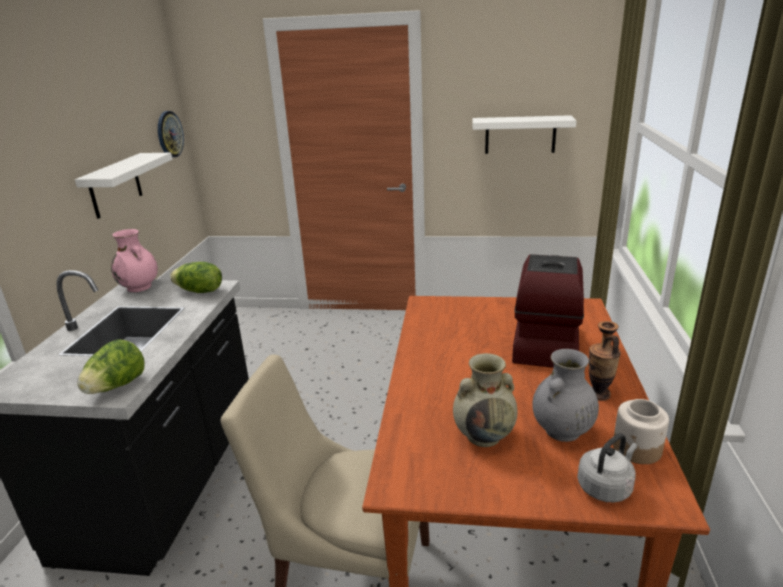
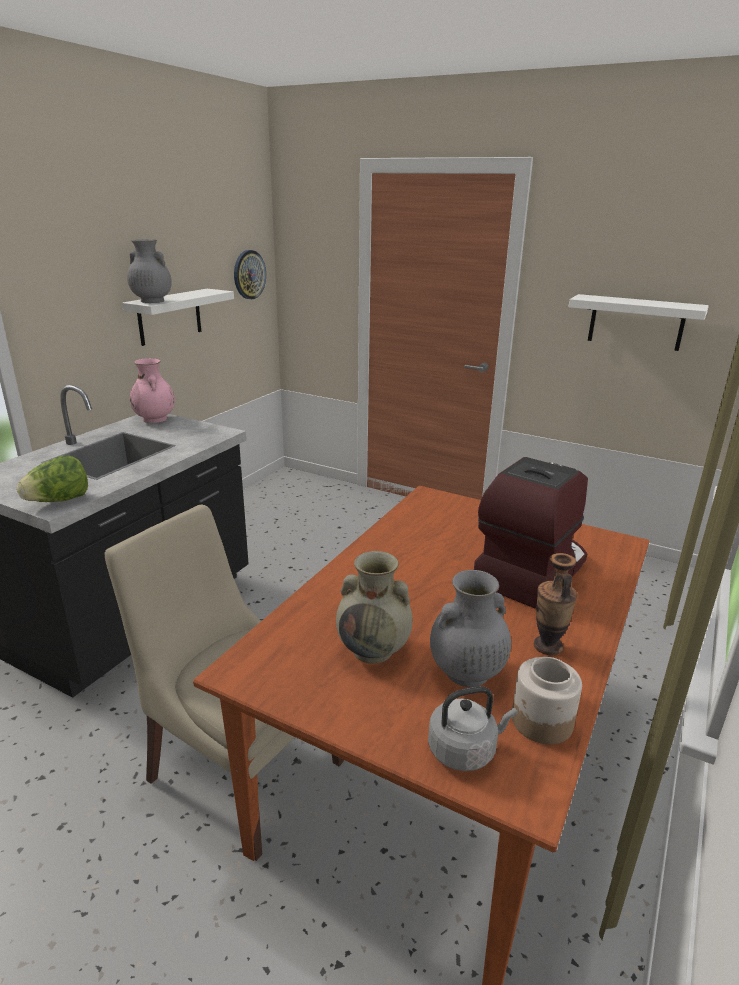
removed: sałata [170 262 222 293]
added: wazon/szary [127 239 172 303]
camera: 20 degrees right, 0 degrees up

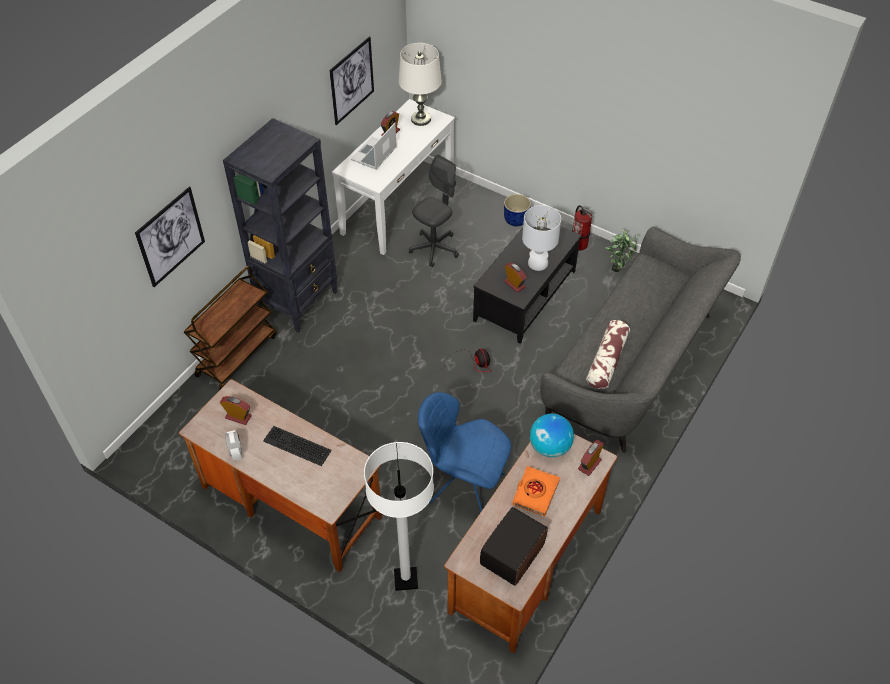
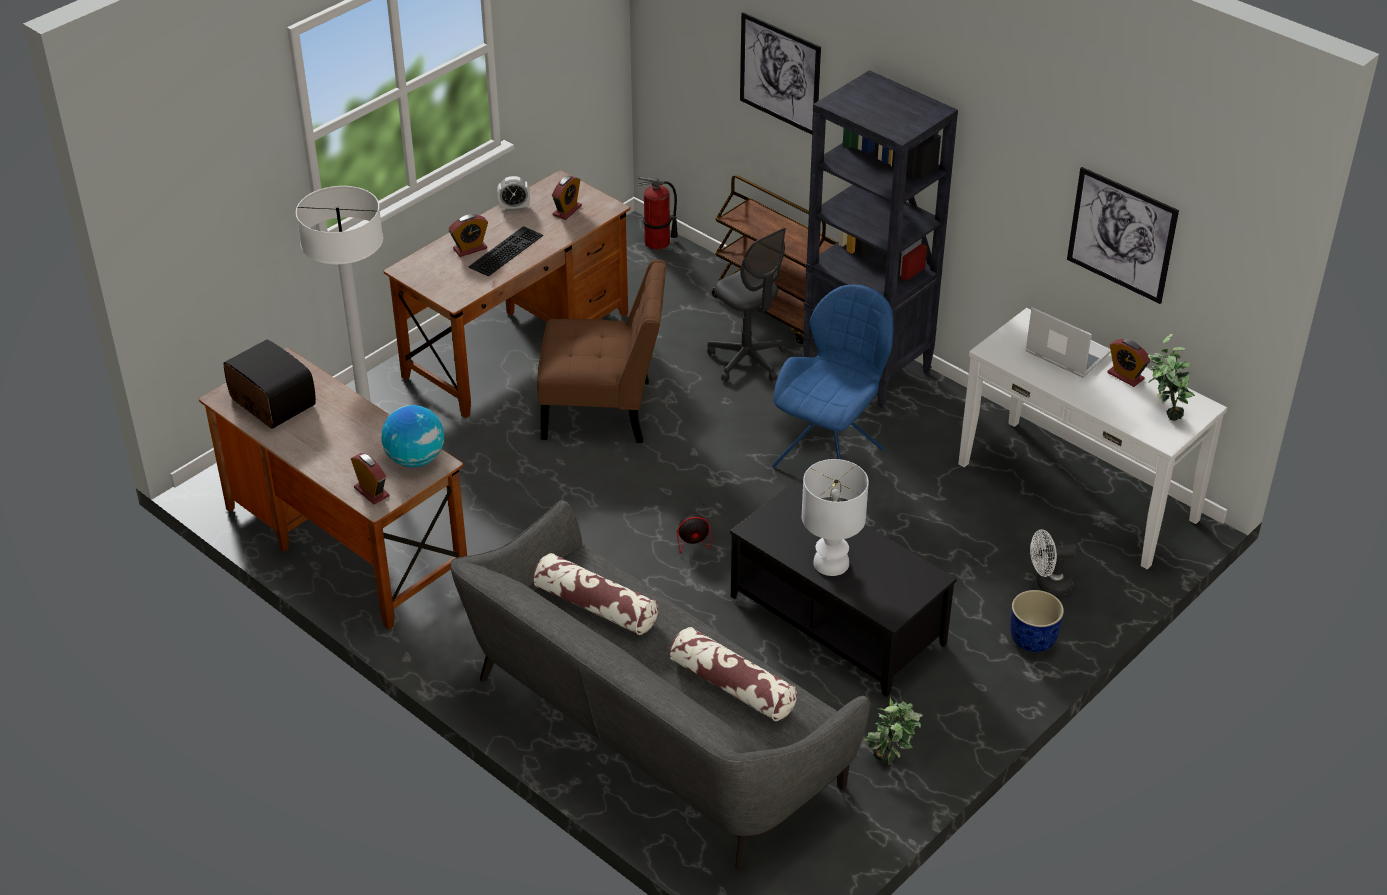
removed: książka/pomarańczowy [512 466 560 516]
added: krzesło/brązowy [537 260 666 443]; poduszka [670 627 797 721]; wentylator/biały [1030 529 1077 596]
moved: krzesło biurowe/szary [409 154 459 267] to [707 228 787 382]; krzesło/niebieski [418 392 511 512] to [772 285 893 467]; budzik [504 263 527 292] to [448 214 488 257]; gaśnica [572 205 592 251] to [637 176 678 250]
replaced: lampa stołowa/biały [399 43 442 126] to roślina doniczkowa [1148 334 1195 421]
camera: 100 degrees right, 10 degrees down

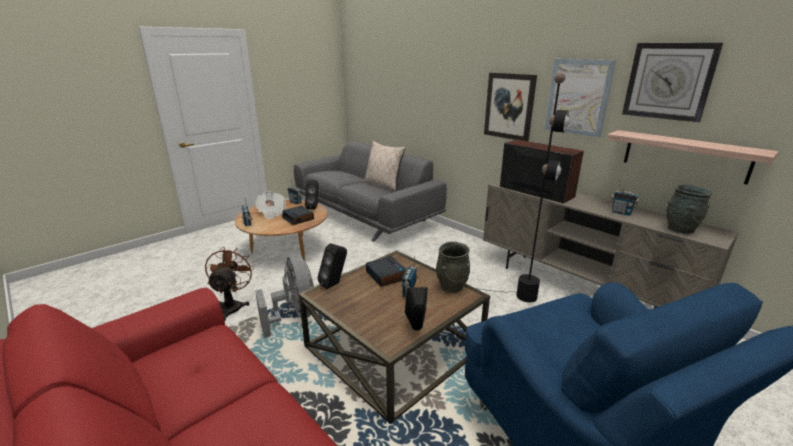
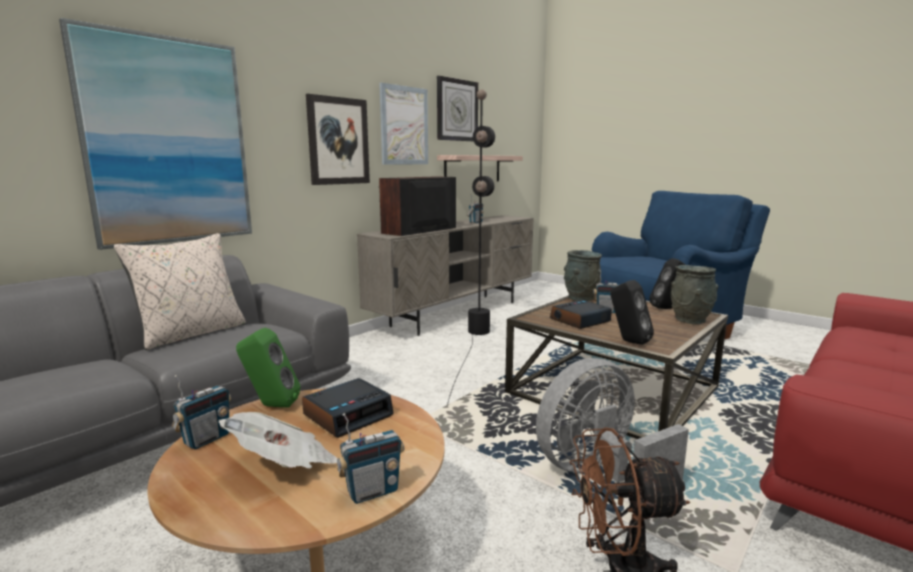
added: obraz [59 18 252 250]
moved: wazon/szary [666 185 712 234] to [671 265 718 324]
recoloured: głośnik/czarny [305 180 319 210] to głośnik/zielony [236 328 300 408]
camera: 95 degrees left, 10 degrees down

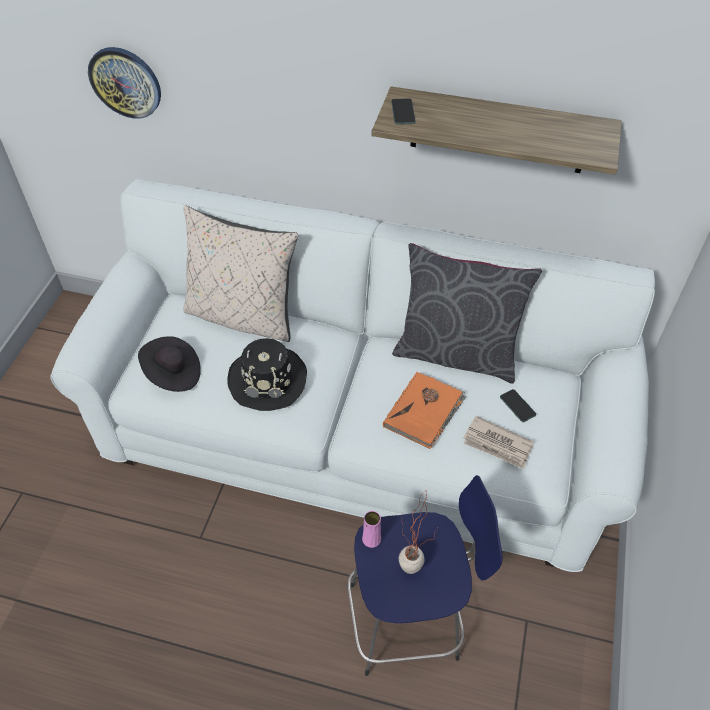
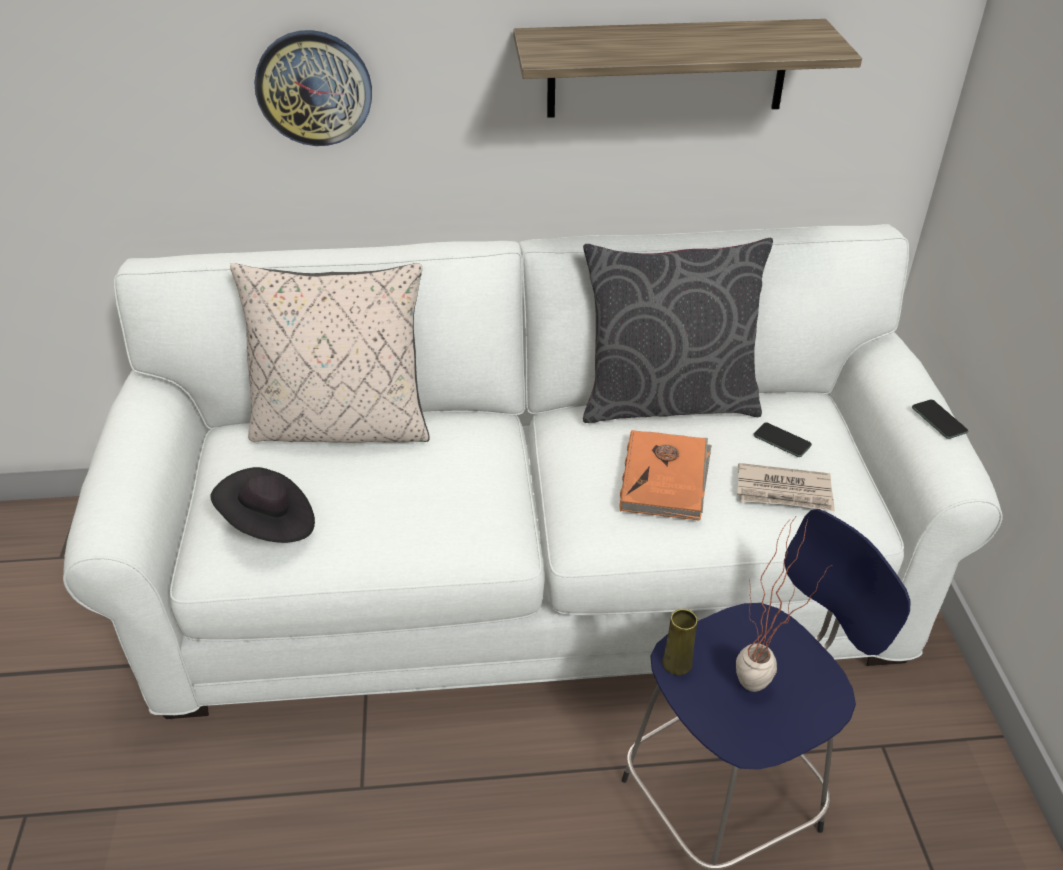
removed: kapelusz/czarny [227 338 307 411]
moved: zegar ścienny [88 47 161 119] to [254 30 372 146]; telefon [391 98 416 125] to [912 400 968 439]
recoloured: wazon/różowy [362 511 381 548] to wazon/żółty [662 609 698 675]
camera: 20 degrees left, 10 degrees down

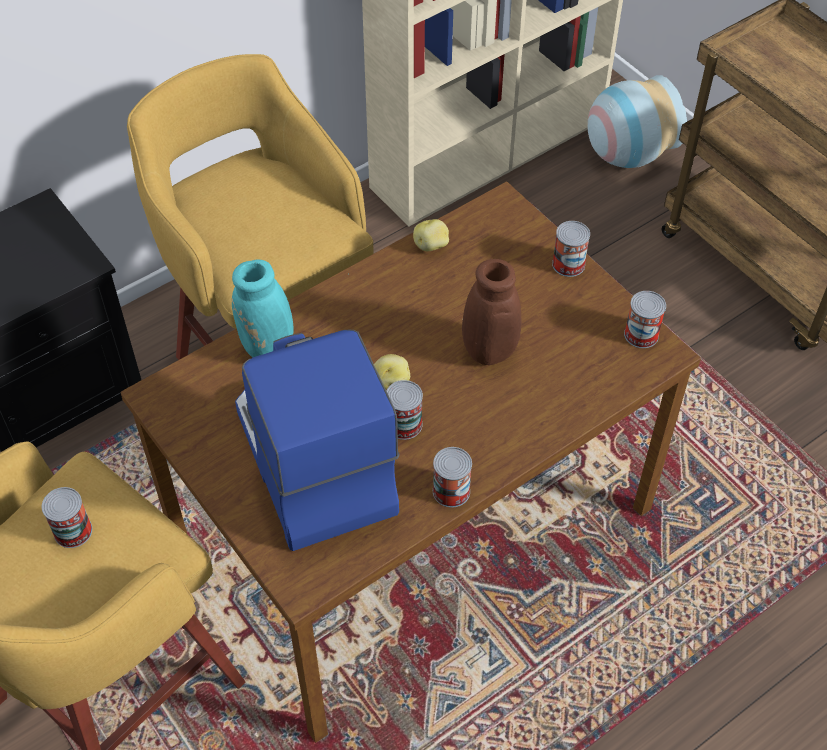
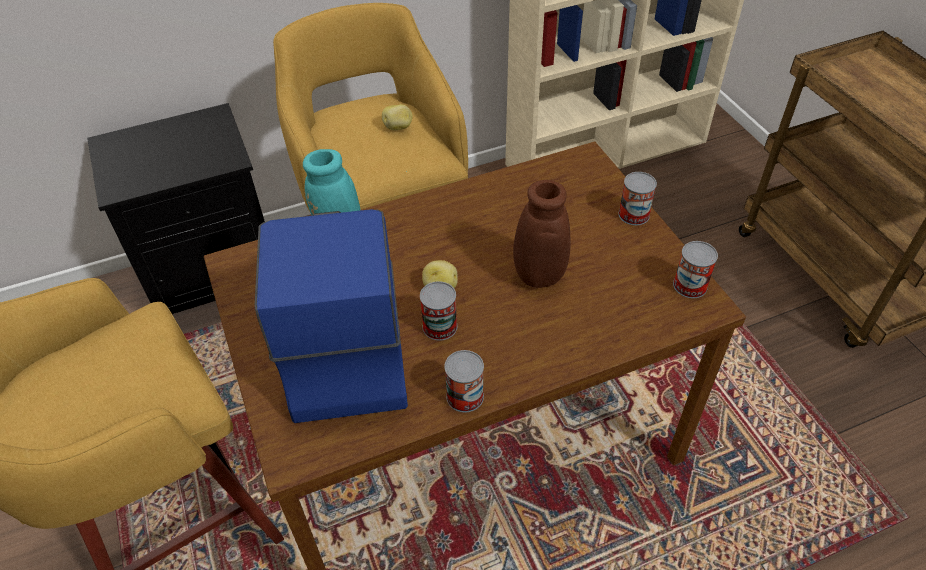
removed: puszka [42 487 92 548]; wazon [587 75 687 168]
moved: ziemniak [413 219 449 251] to [382 104 413 130]
camera: 15 degrees right, 5 degrees down

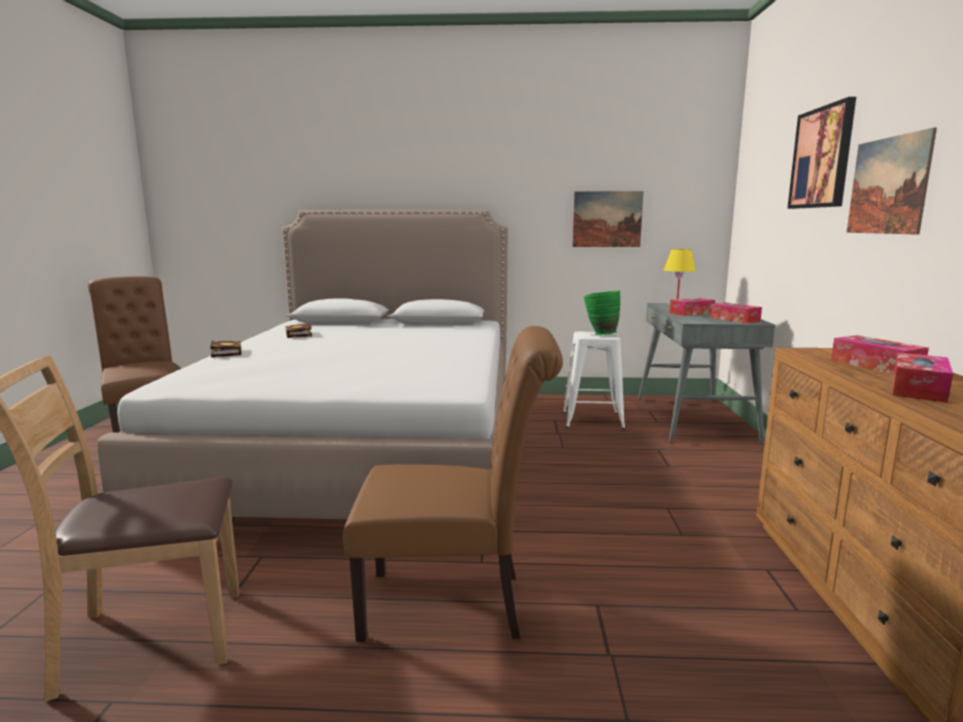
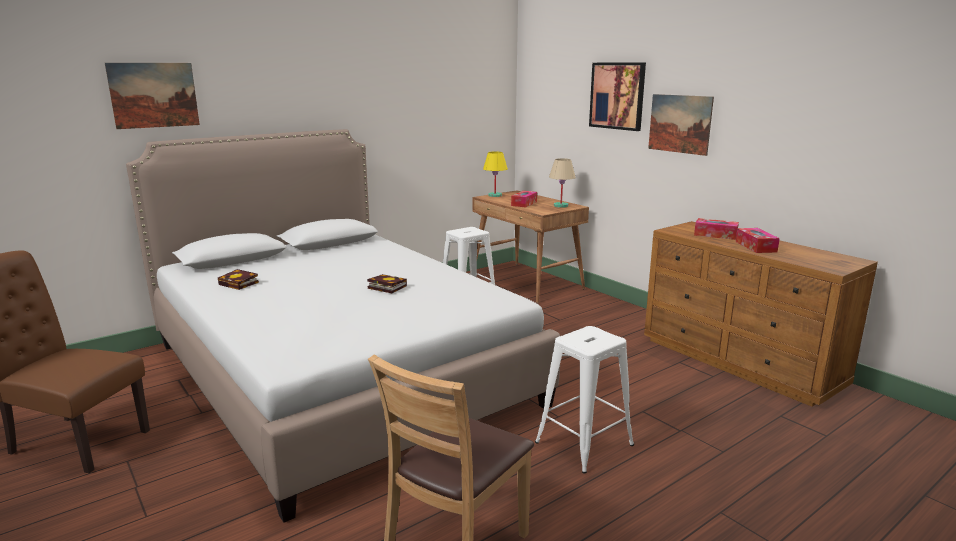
removed: wazon/zielony [584 291 620 335]
moved: książka [210 340 241 357] to [367 274 407 293]; obraz [573 191 643 247] to [105 63 200 129]
replaced: krzesło/brązowy [343 326 563 642] to stołek/biały [535 326 634 473]; pudełko chusteczek [710 302 762 324] to lampa stołowa/beżowy [549 158 576 208]
recoloured: biurko/szary [638 303 775 444] to biurko/brązowy [472 190 589 303]
camera: 40 degrees left, 5 degrees up

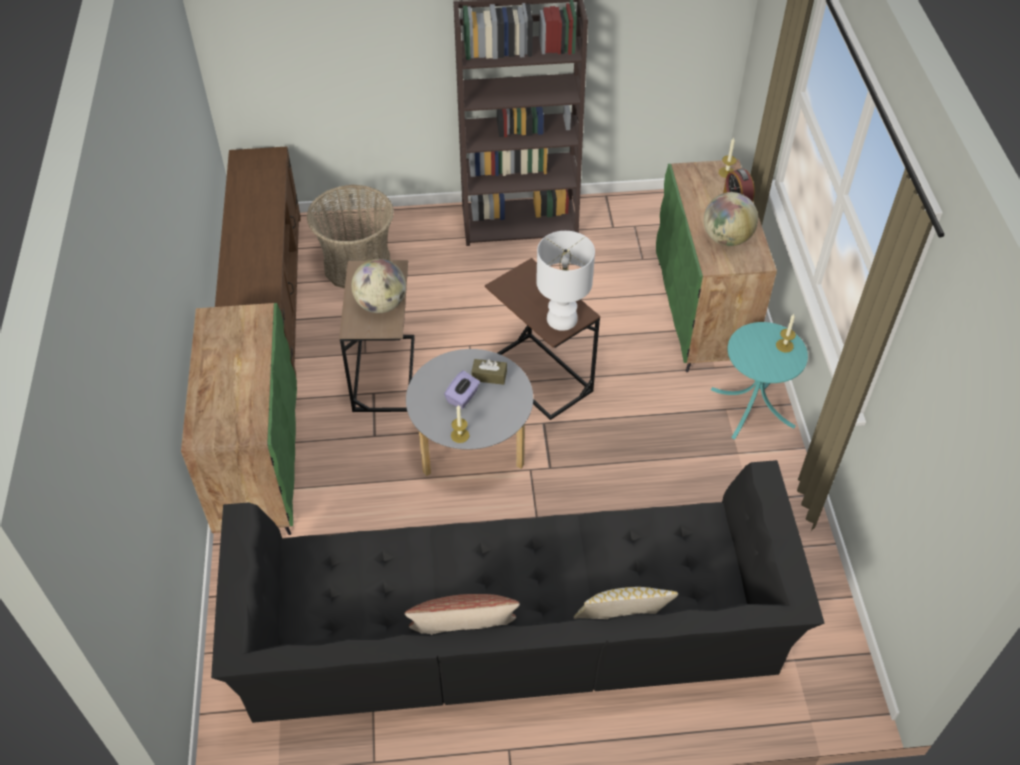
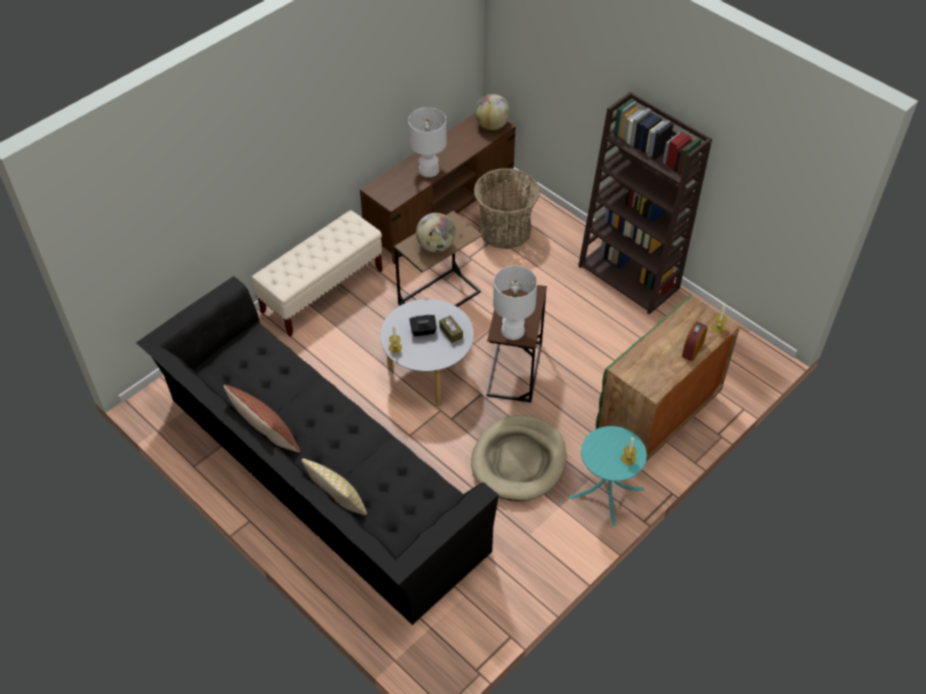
added: lampa stołowa/biały [408 107 447 177]; legowisko/beżowy [471 415 566 501]
moved: globus [704 192 758 246] to [475 94 510 130]
replaced: szafka/zielony [181 303 297 535] to ławka/beżowy [252 210 383 337]
recoloured: pudełko chusteczek/fioletowy [444 370 480 409] to pudełko chusteczek/czarny [409 315 437 336]
camera: 50 degrees right, 0 degrees up

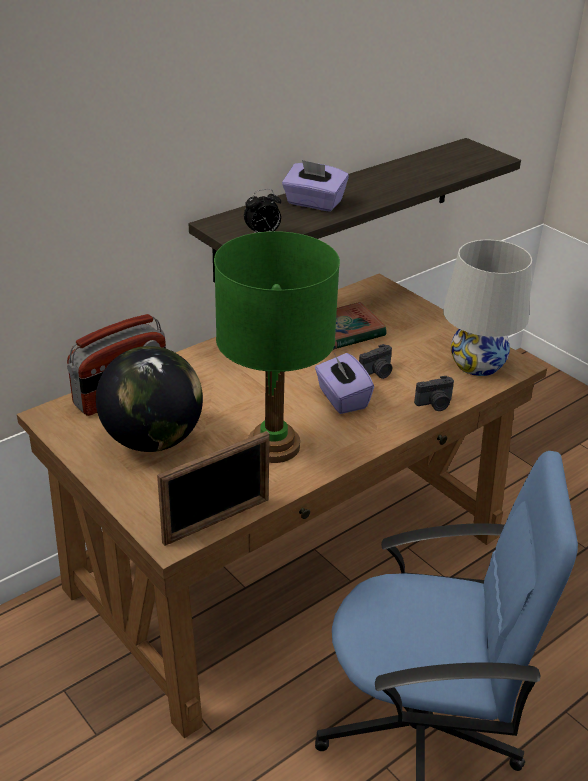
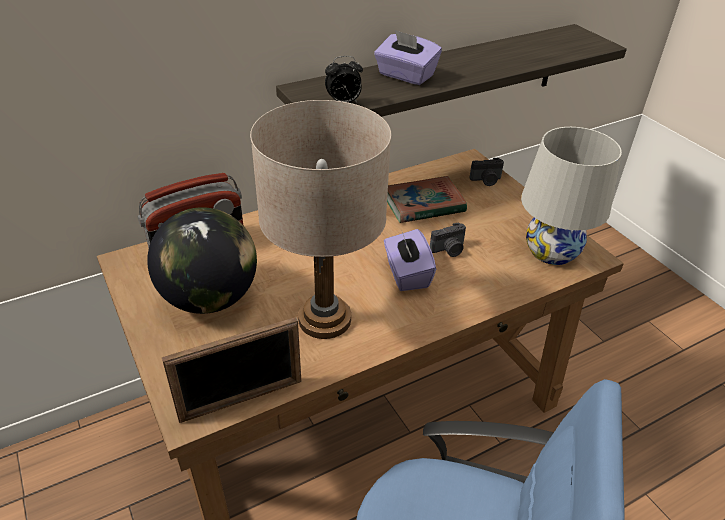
moved: aparat fotograficzny [414 376 454 411] to [470 158 504 186]
recoloured: lampa stołowa/zielony [214 231 340 463] to lampa stołowa/beżowy [250 100 391 339]
camera: 10 degrees right, 5 degrees up

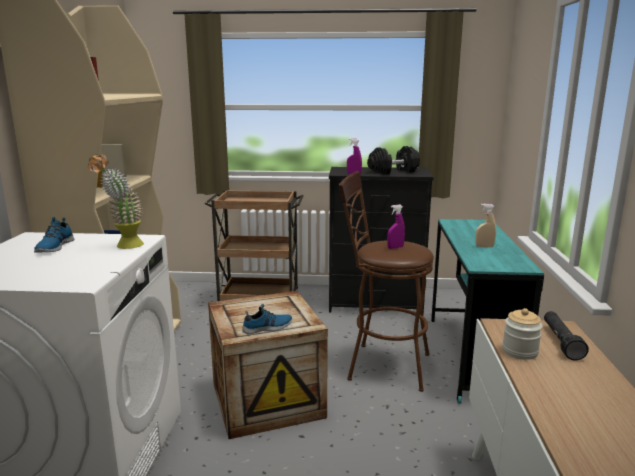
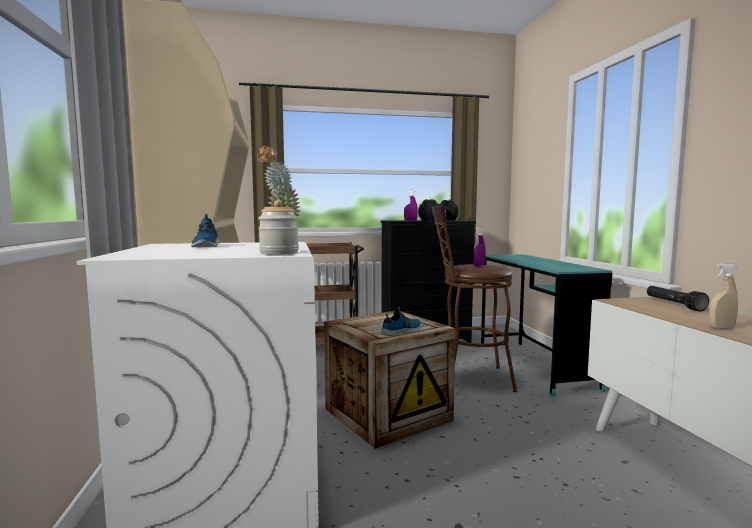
moved: spryskiwacz/beżowy [475 204 496 247] to [709 263 738 329]; słoik [502 308 543 360] to [258 200 299 255]
camera: 15 degrees left, 10 degrees down

